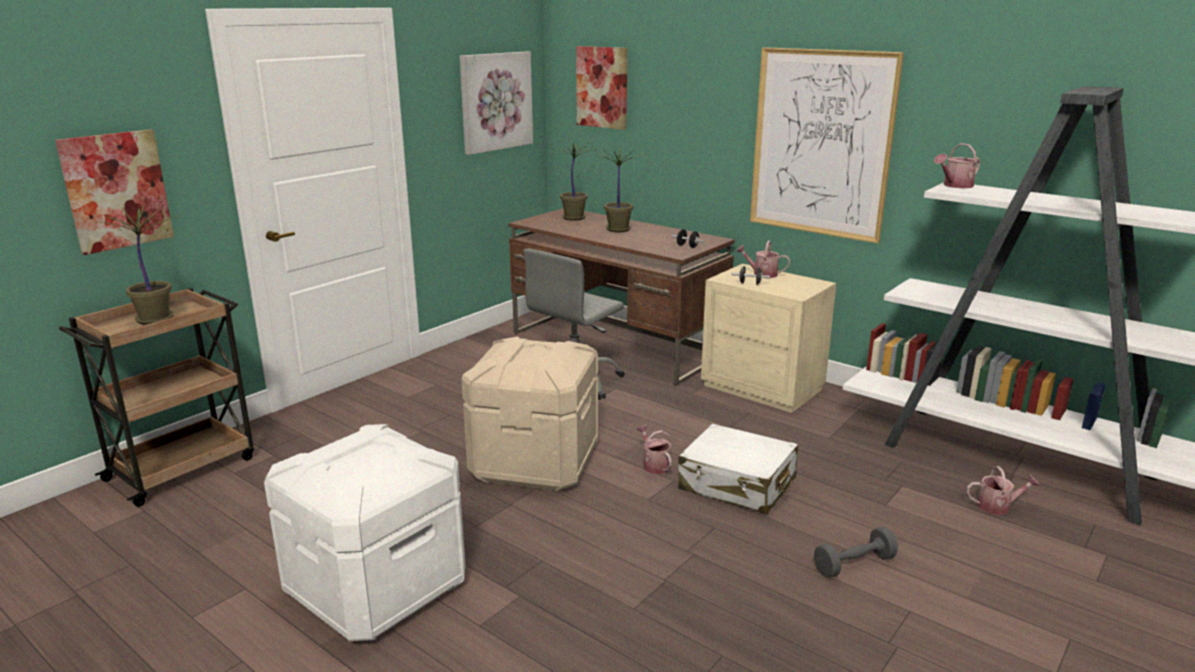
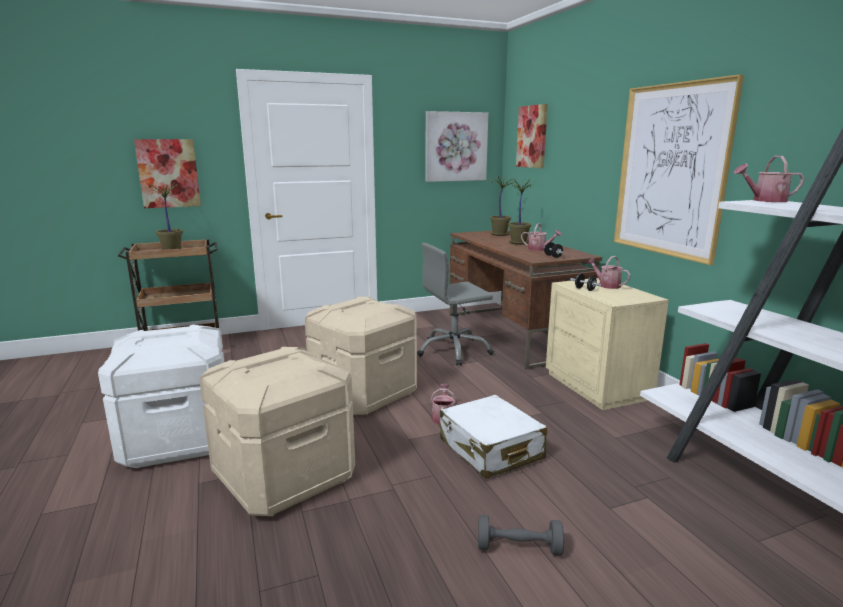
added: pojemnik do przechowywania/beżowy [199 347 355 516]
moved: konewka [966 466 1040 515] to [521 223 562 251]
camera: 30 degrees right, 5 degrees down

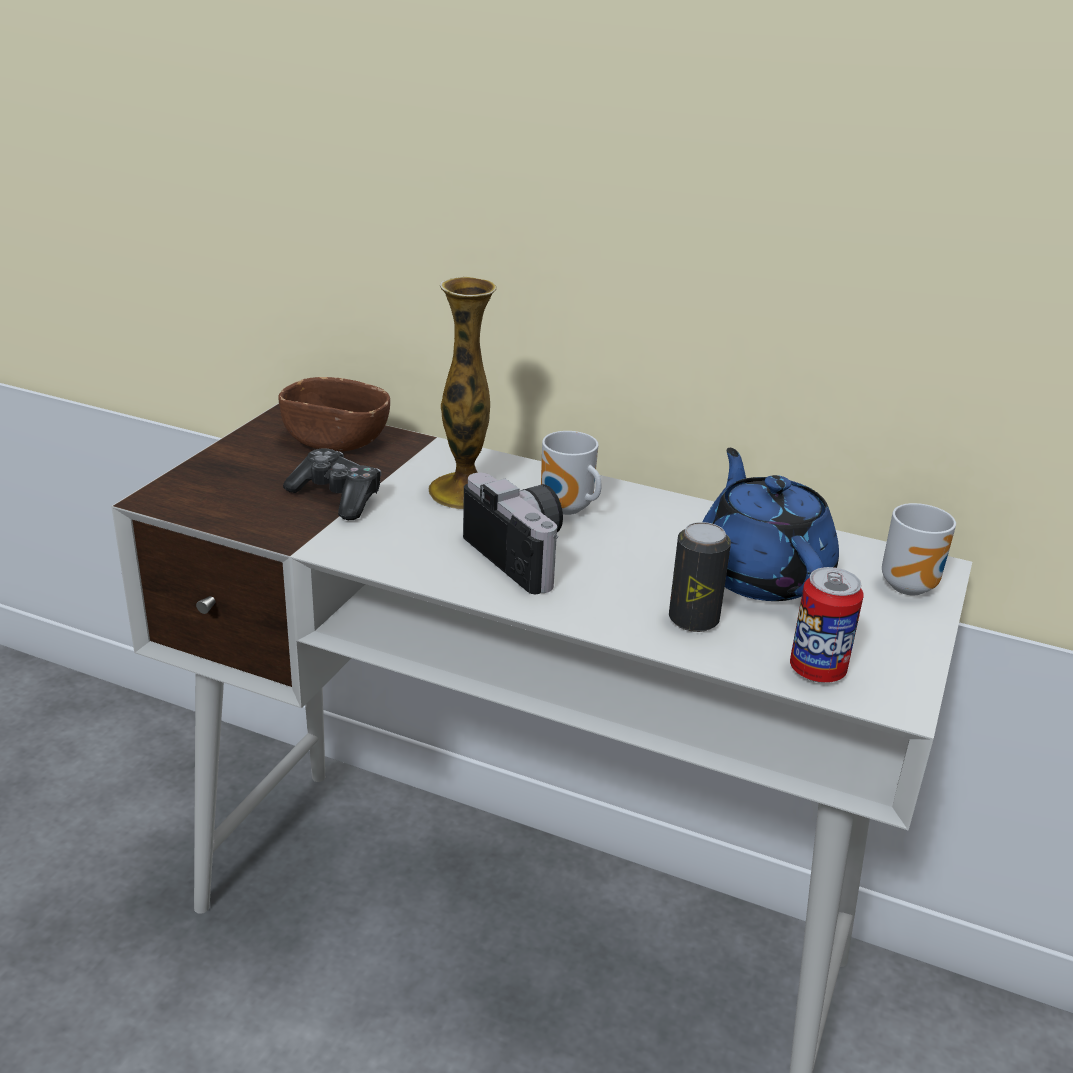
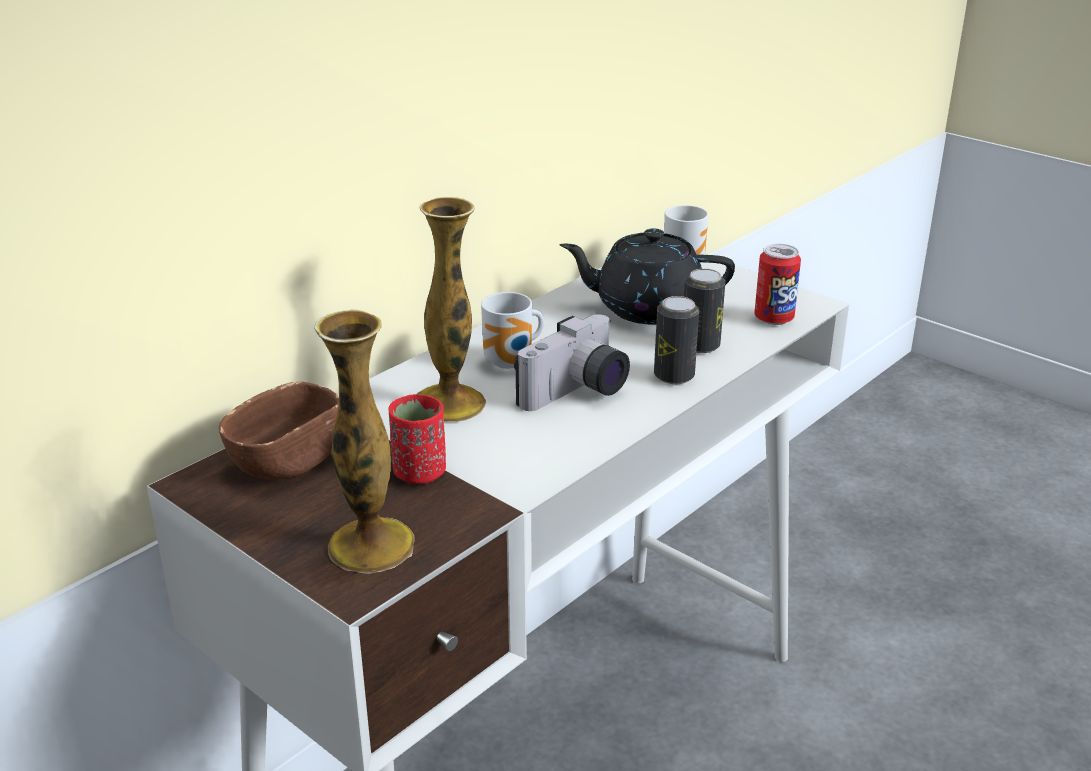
added: wazon [314 310 415 574]; puszka [654 296 699 384]
replaced: pad do gier [283 448 381 520] to filiżanka/czerwony [389 394 446 484]
recoloured: imbryk/niebieski [702 448 839 601] to imbryk/czarny [560 228 735 325]
turned: aparat fotograficzny [463 473 563 594] = [514 314 630 411] 150 degrees clockwise
camera: 70 degrees left, 0 degrees up

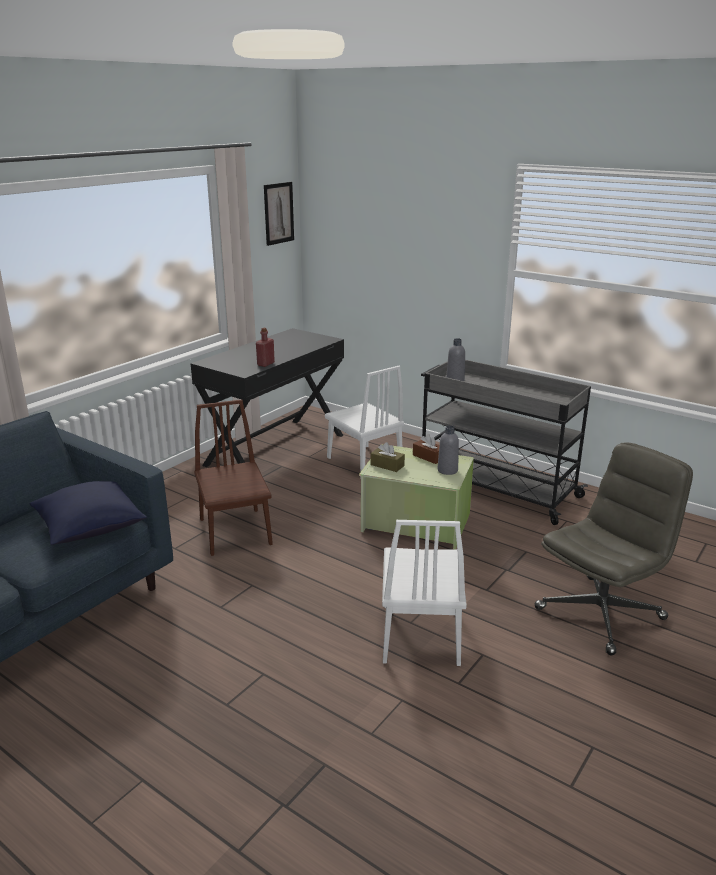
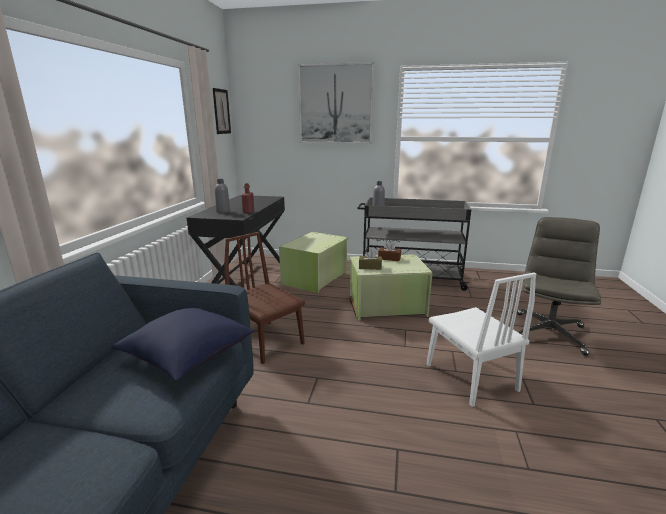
added: obraz [298 62 374 144]
moved: butelka/szary [438 425 459 475] to [215 179 230 213]
replaced: krzesło/biały [325 366 404 472] to pojemnik do przechowywania/zielony [279 232 349 293]
camera: 25 degrees left, 5 degrees down

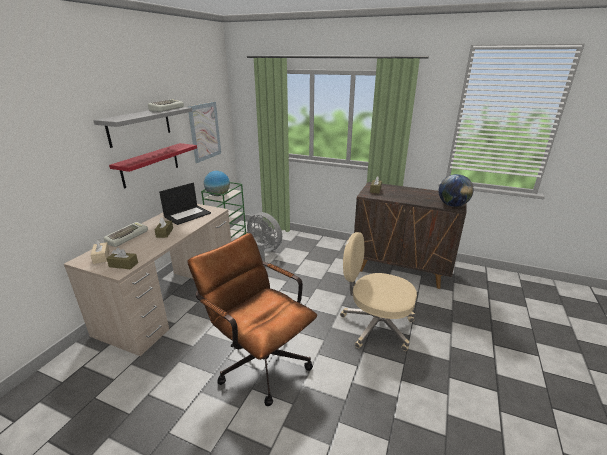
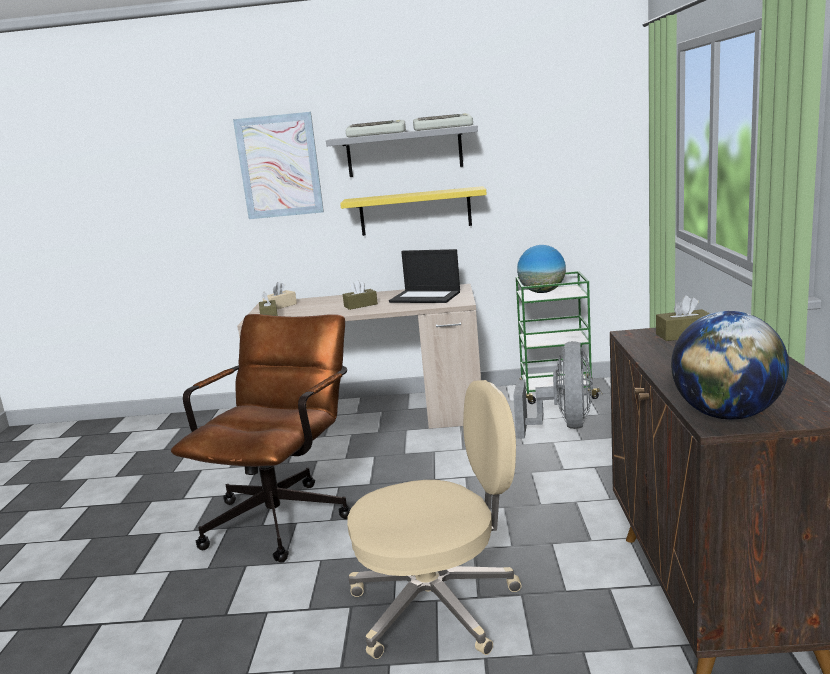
moved: klawiatura [104 222 148 247] to [346 120 406 137]; obraz [188 102 221 163] to [233 112 324 219]
recoloured: półka/czerwony [109 143 197 188] to półka/żółty [340 186 487 236]
turned: krzesło biurowe/beżowy [340 232 417 351] = [347 380 522 659] 75 degrees clockwise
camera: 70 degrees right, 10 degrees down

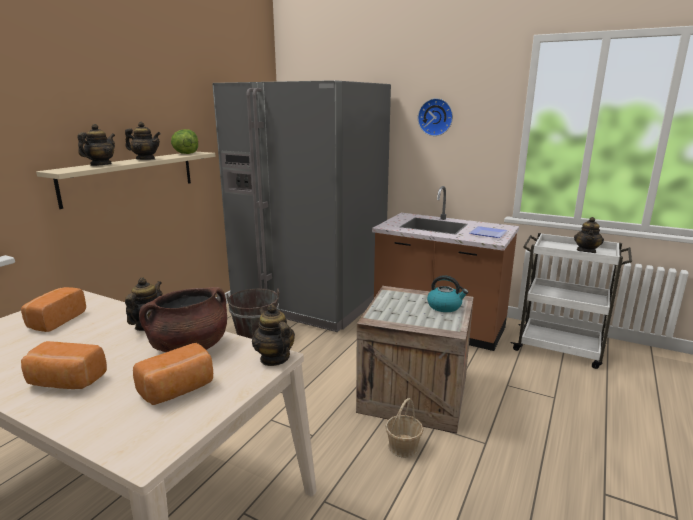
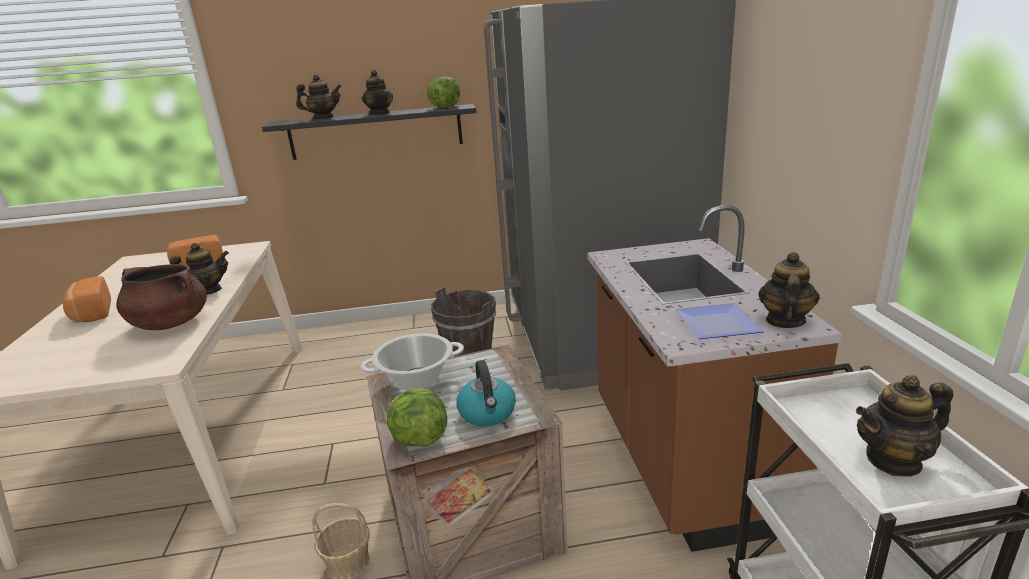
removed: chleb [133 343 213 405]; zegar ścienny [418 98 453 136]
added: garnek [361 333 464 390]; sałata [387 388 447 446]
moved: imbryk [252 304 295 366] to [759 252 820 328]
recoloured: półka/beżowy [36 152 216 209] to półka/czarny [262 104 477 160]
camera: 55 degrees right, 5 degrees up

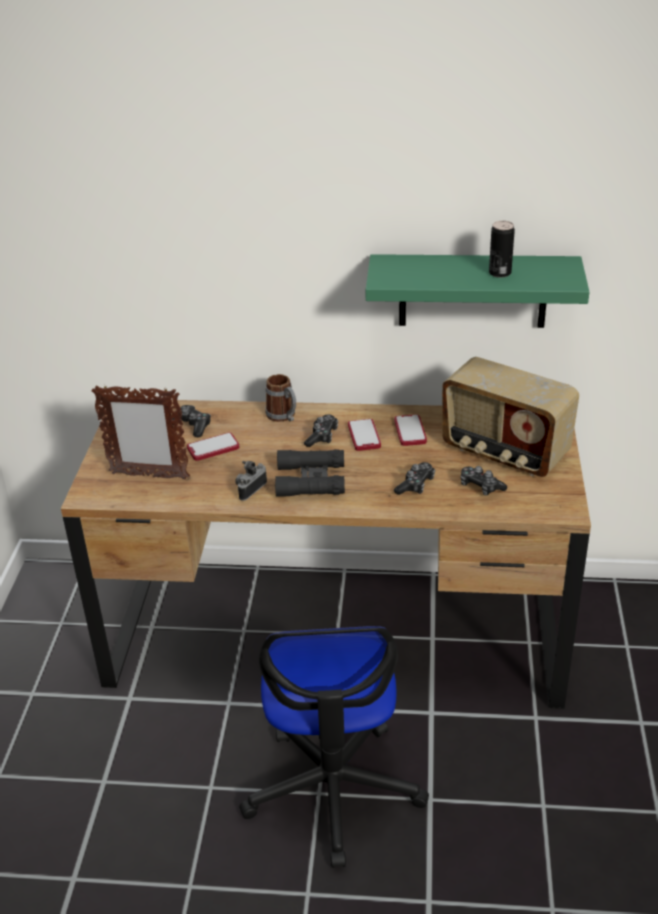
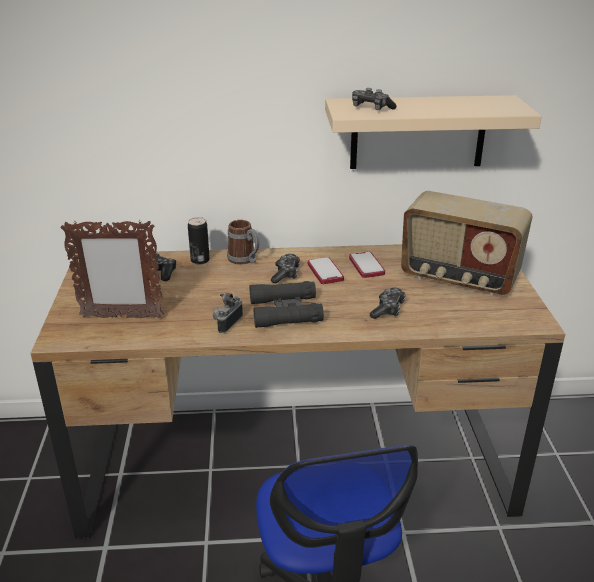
removed: telefon [187 433 239 461]
moved: pad do gier [460 466 507 495] to [352 88 397 110]; puszka [489 221 515 278] to [188 217 210 264]
recoloured: półka/zielony [366 254 590 328] to półka/beżowy [325 95 542 169]
camera: 10 degrees left, 5 degrees down

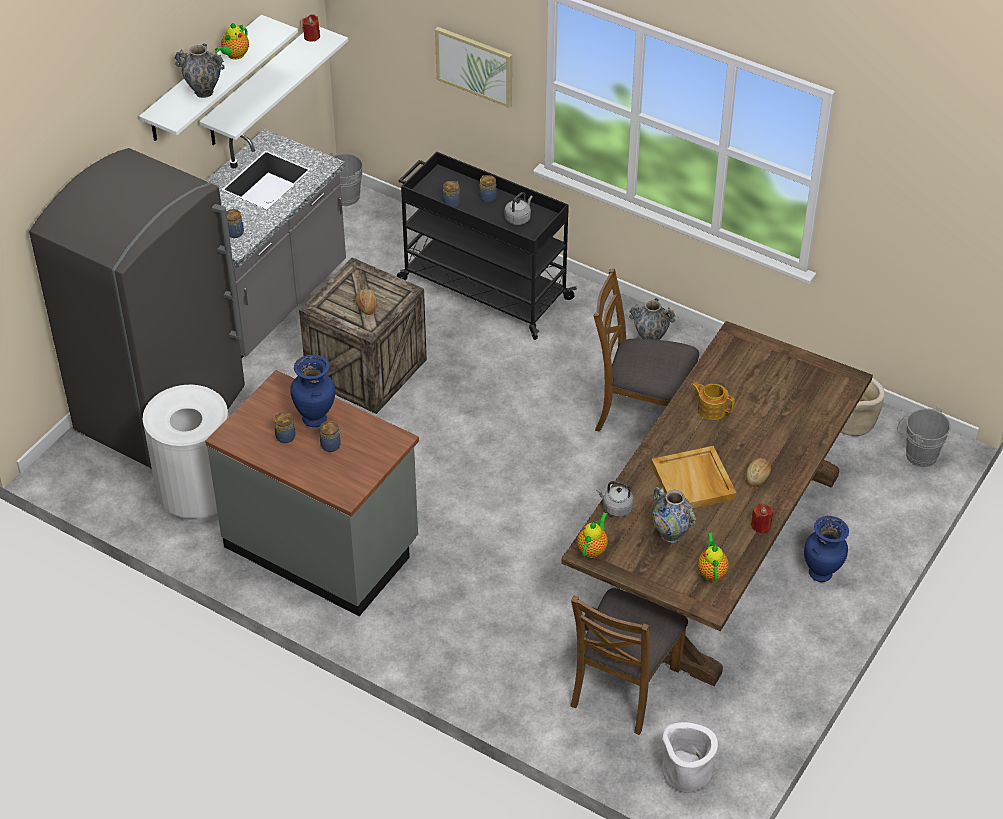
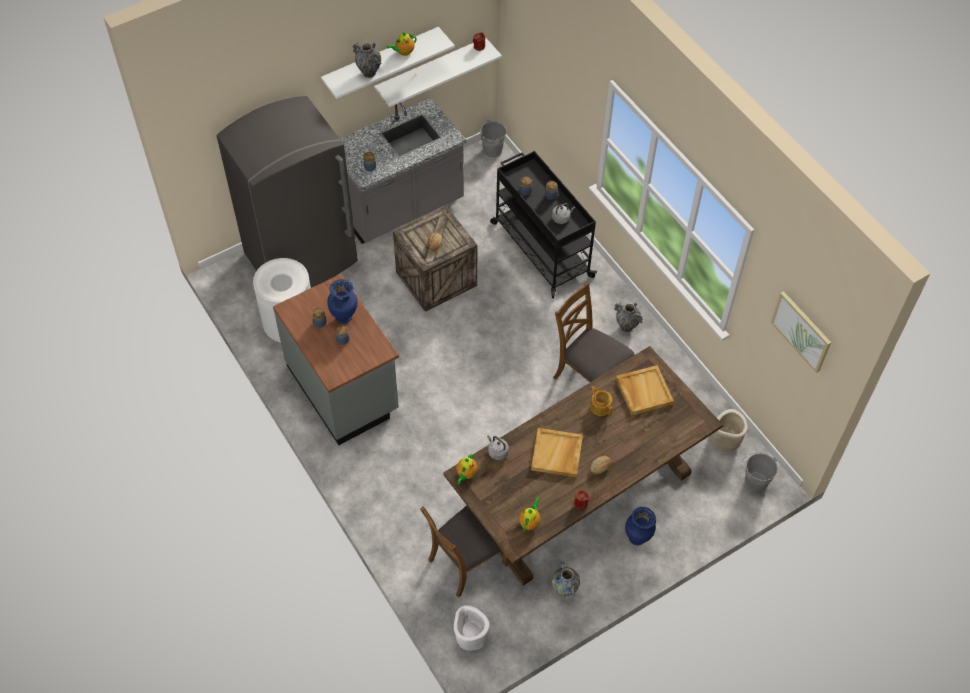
added: taca/beżowy [616 365 674 415]
moved: obraz [435 27 512 108] to [771 291 831 373]; wazon [652 487 696 543] to [552 561 580 596]
turned: imbryk [577 512 608 558] = [456 454 477 484] 150 degrees clockwise
camera: 25 degrees right, 10 degrees up

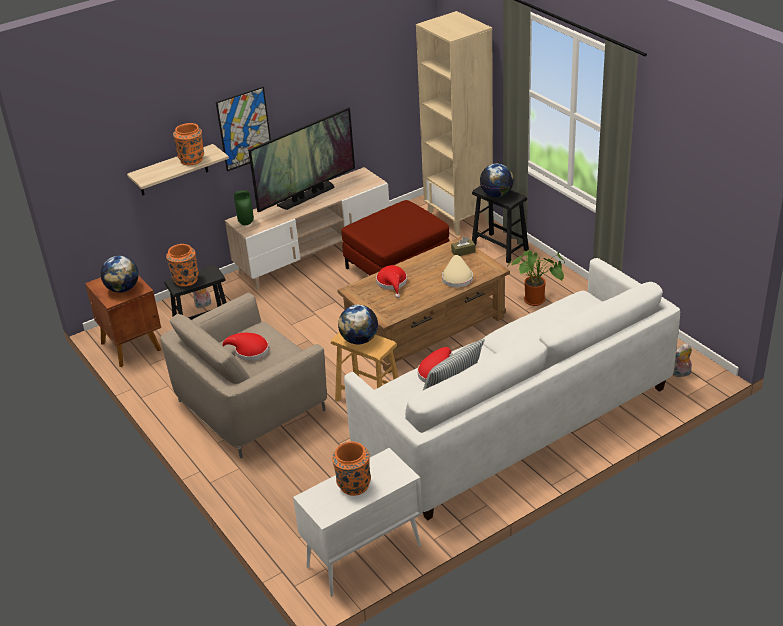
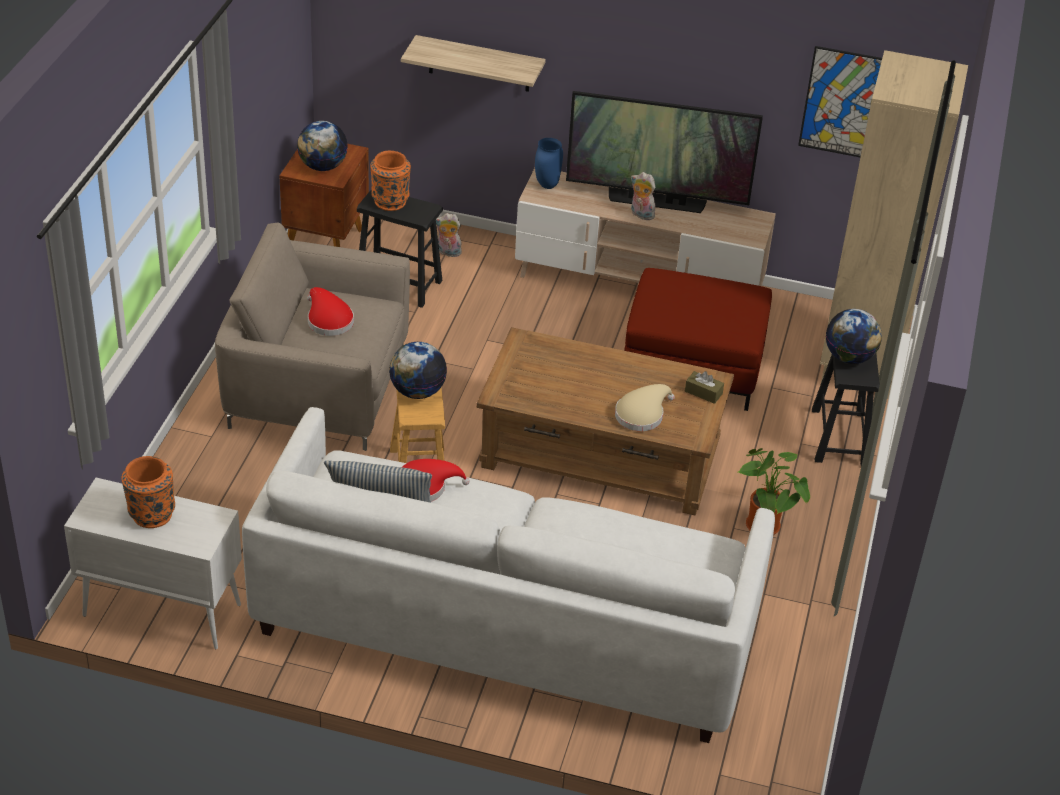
removed: wazon/pomarańczowy [173 123 204 165]; kapelusz/czerwony [376 265 407 298]
moved: obraz [216 87 271 171] to [798 46 882 157]; pluszak [673 343 692 378] to [631 172 655 220]
recoloured: wazon/zielony [234 190 254 225] to wazon/niebieski [535 138 563 189]
camera: 45 degrees right, 5 degrees up

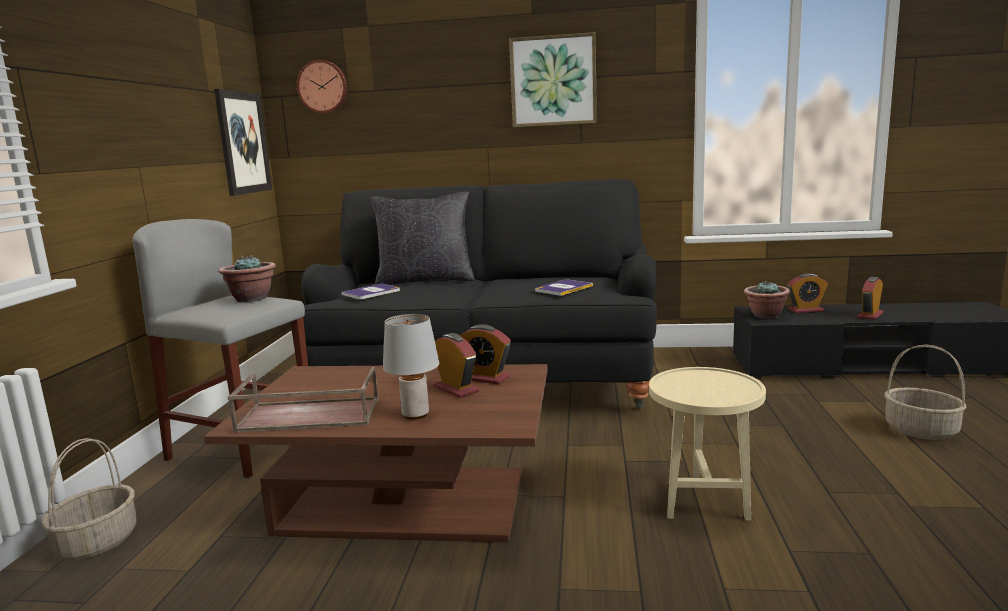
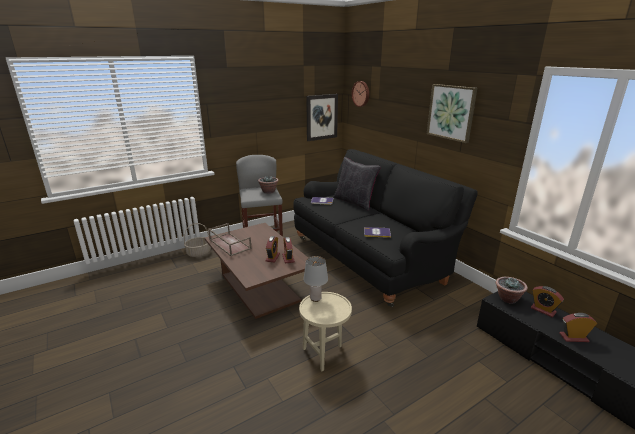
removed: koszyk [884 345 967 440]
moved: lampa stołowa/szary [383 314 439 420] to [303 256 328 302]
camera: 50 degrees right, 10 degrees up

